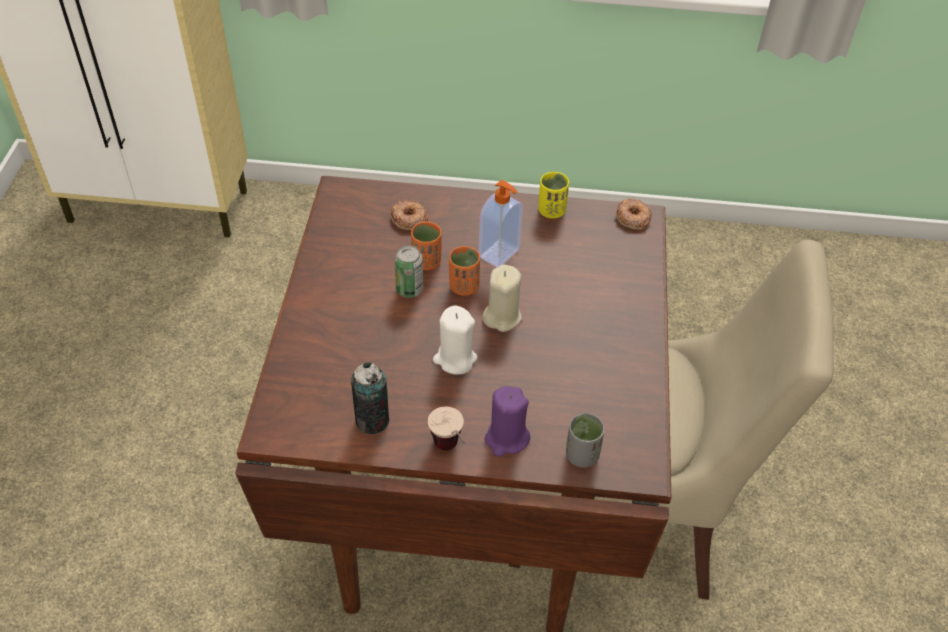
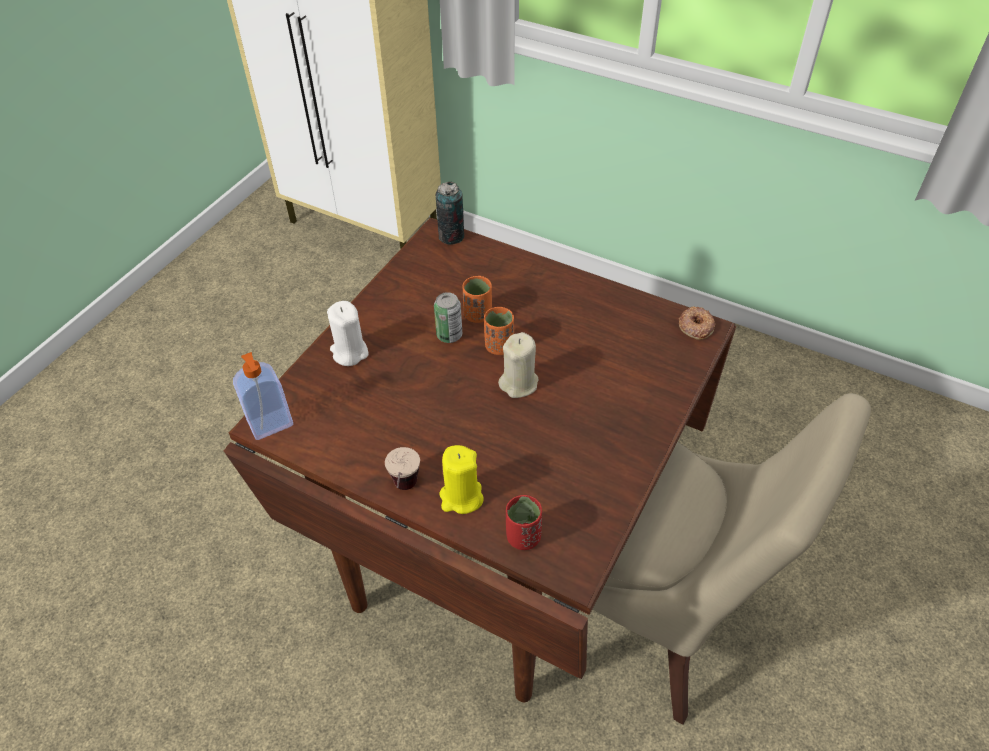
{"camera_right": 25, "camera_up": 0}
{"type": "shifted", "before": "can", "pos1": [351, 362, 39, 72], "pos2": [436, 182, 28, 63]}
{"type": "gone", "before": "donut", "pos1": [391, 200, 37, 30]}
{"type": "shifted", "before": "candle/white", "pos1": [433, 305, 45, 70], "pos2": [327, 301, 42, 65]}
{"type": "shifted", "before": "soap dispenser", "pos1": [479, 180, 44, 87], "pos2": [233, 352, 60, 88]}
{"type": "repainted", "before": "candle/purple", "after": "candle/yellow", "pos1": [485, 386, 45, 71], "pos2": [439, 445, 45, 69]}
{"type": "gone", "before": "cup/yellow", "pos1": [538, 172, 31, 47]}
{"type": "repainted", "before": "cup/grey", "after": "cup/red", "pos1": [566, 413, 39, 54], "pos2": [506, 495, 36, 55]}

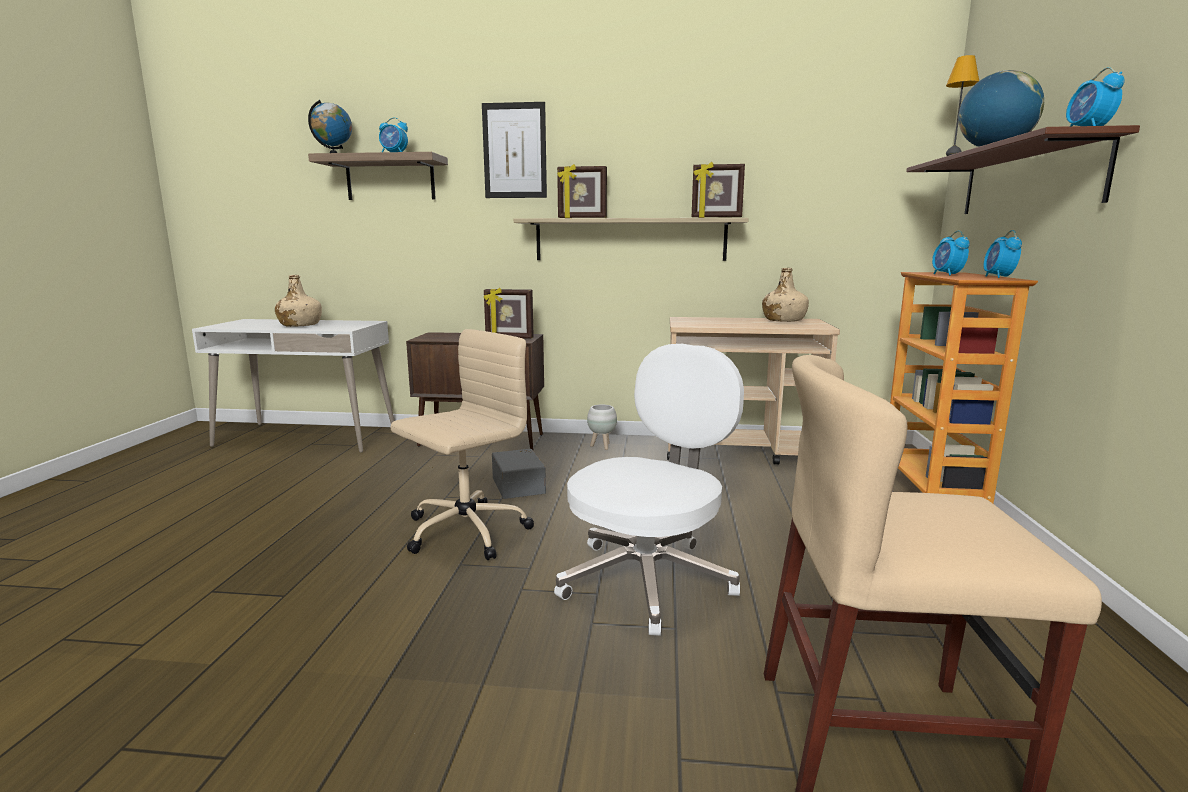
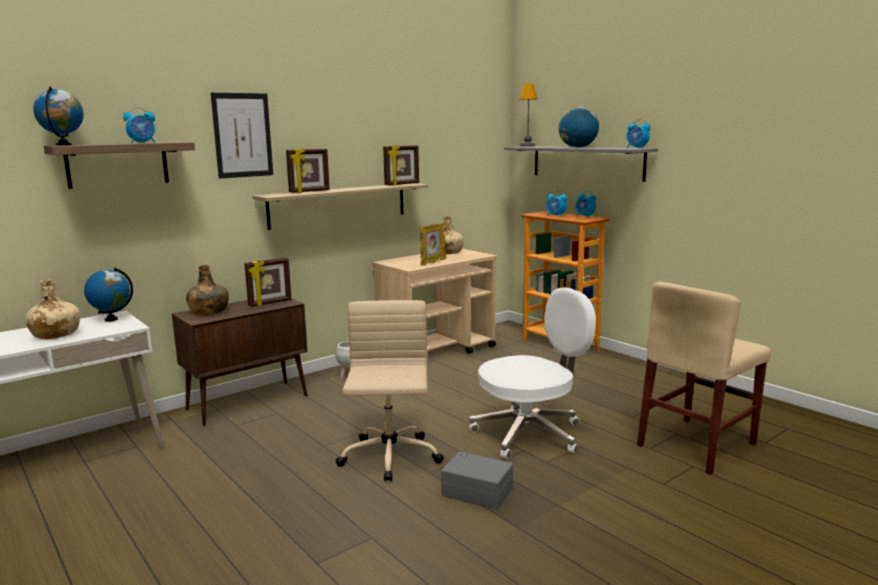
{"camera_right": -45, "camera_up": 0}
{"type": "shifted", "before": "storage box/grey", "pos1": [492, 449, 54, 50], "pos2": [441, 452, 72, 58]}
{"type": "rotated", "before": "office chair/white", "pos1": [554, 344, 190, 292], "pos2": [469, 288, 127, 171], "turn": 75}
{"type": "repainted", "before": "shelf/brown", "after": "shelf/grey", "pos1": [906, 125, 234, 89], "pos2": [504, 146, 154, 36]}
{"type": "new", "after": "globe", "pos2": [84, 268, 49, 54]}
{"type": "new", "after": "bottle/green", "pos2": [186, 265, 43, 50]}
{"type": "new", "after": "picture frame", "pos2": [420, 222, 26, 44]}

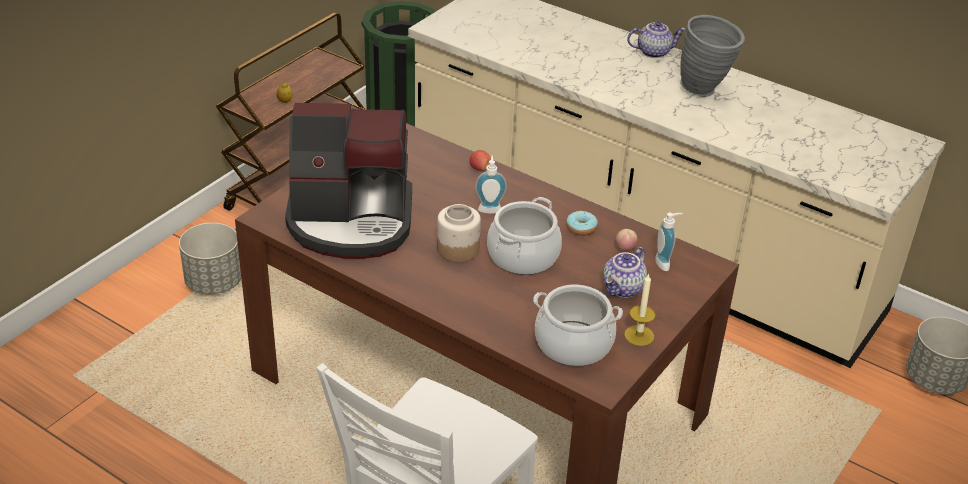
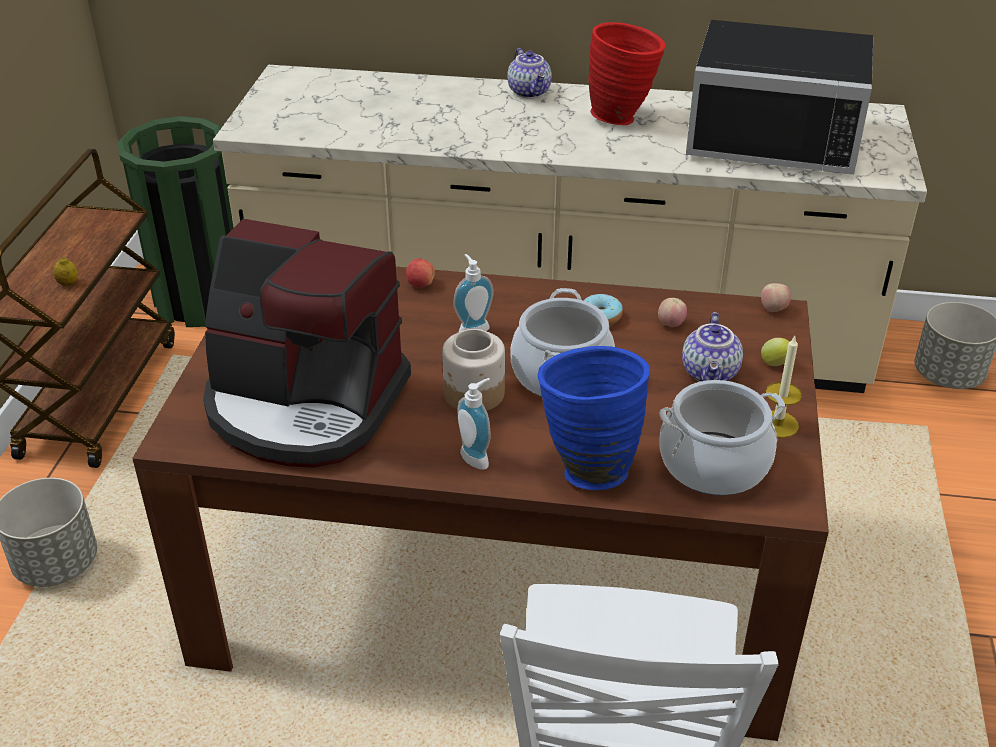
{"camera_right": -25, "camera_up": 0}
{"type": "rotated", "before": "coffee machine", "pos1": [285, 103, 127, 156], "pos2": [203, 219, 208, 249], "turn": 45}
{"type": "rotated", "before": "teapot", "pos1": [627, 21, 59, 37], "pos2": [507, 48, 45, 50], "turn": 105}
{"type": "shifted", "before": "soap dispenser", "pos1": [655, 213, 28, 58], "pos2": [457, 378, 34, 92]}
{"type": "repainted", "before": "vase/grey", "after": "vase/red", "pos1": [680, 15, 65, 82], "pos2": [588, 22, 77, 103]}
{"type": "new", "after": "vase/blue", "pos2": [538, 346, 112, 144]}
{"type": "new", "after": "microwave/black", "pos2": [686, 20, 187, 155]}
{"type": "new", "after": "apple", "pos2": [761, 283, 30, 29]}
{"type": "new", "after": "lemon", "pos2": [761, 338, 28, 28]}

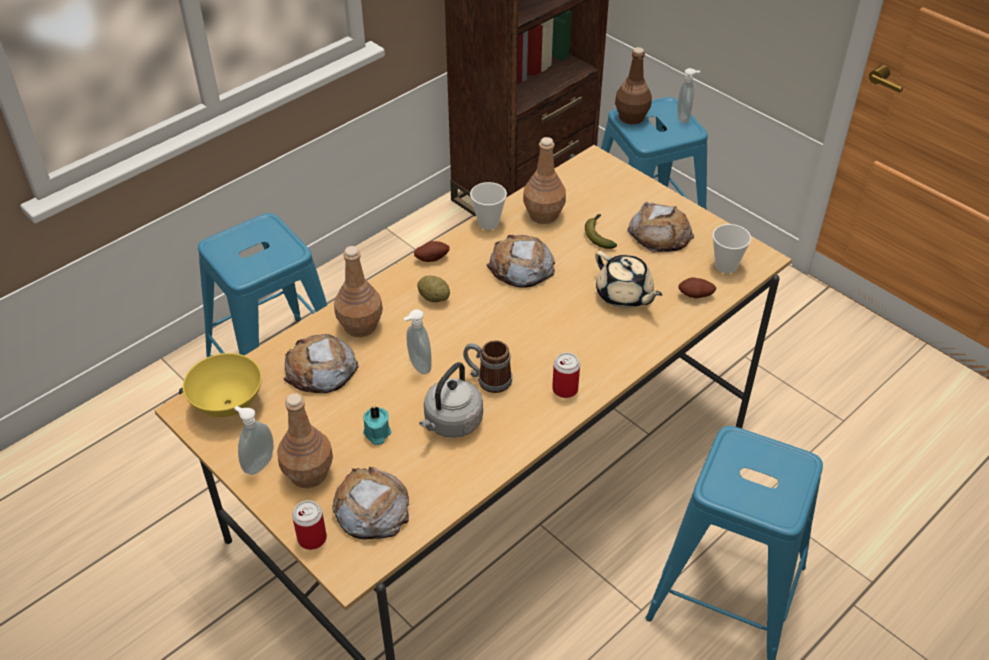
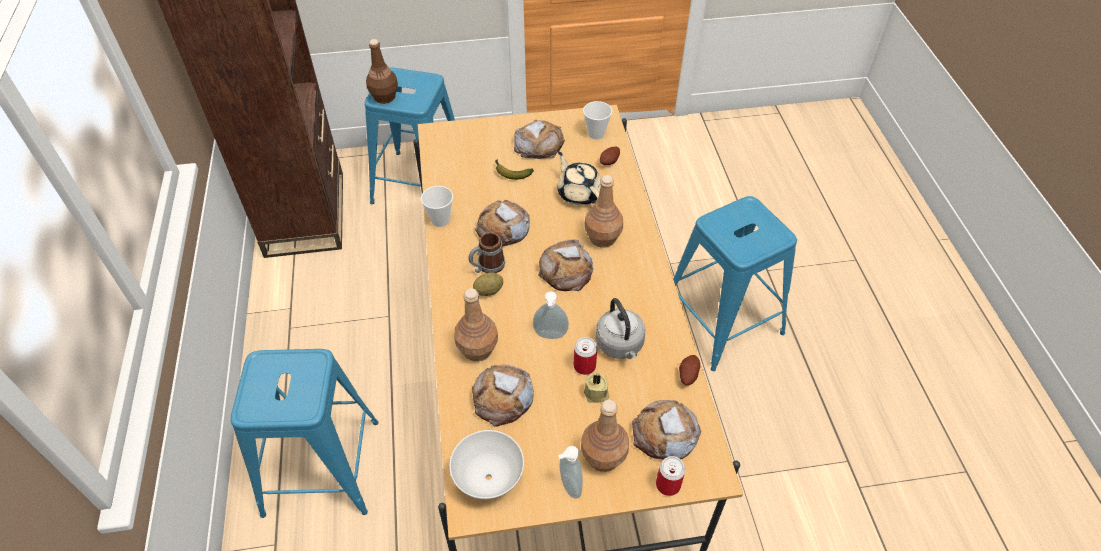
{"camera_right": -55, "camera_up": 5}
{"type": "repainted", "before": "bowl/yellow", "after": "bowl/white", "pos1": [183, 353, 79, 64], "pos2": [449, 430, 75, 70]}
{"type": "repainted", "before": "candle/turquoise", "after": "candle/beige", "pos1": [363, 406, 28, 39], "pos2": [584, 373, 26, 30]}
{"type": "shifted", "before": "potato", "pos1": [414, 241, 36, 21], "pos2": [679, 355, 21, 31]}
{"type": "shifted", "before": "mug", "pos1": [463, 340, 49, 53], "pos2": [468, 232, 37, 41]}
{"type": "shifted", "before": "bottle/brown", "pos1": [523, 137, 43, 87], "pos2": [584, 175, 39, 73]}
{"type": "shifted", "before": "can", "pos1": [552, 353, 28, 45], "pos2": [574, 337, 23, 38]}
{"type": "rotated", "before": "teapot/beige", "pos1": [595, 251, 67, 57], "pos2": [557, 152, 44, 53], "turn": -120}
{"type": "gone", "before": "soap dispenser", "pos1": [678, 68, 22, 55]}
{"type": "new", "after": "bread", "pos2": [538, 239, 55, 52]}

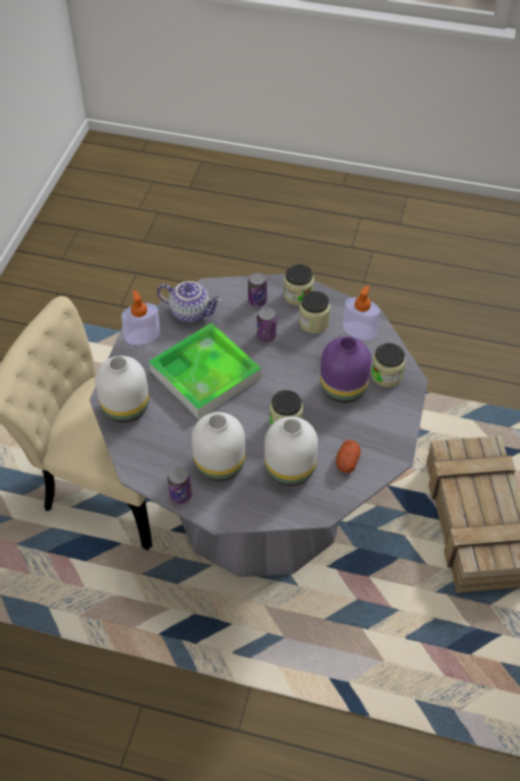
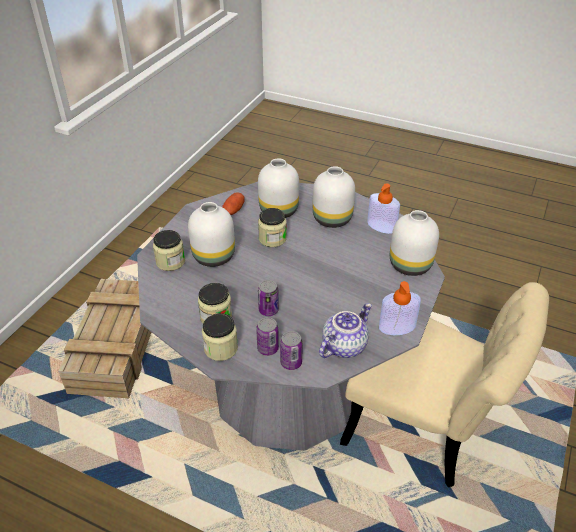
{"camera_right": -170, "camera_up": -10}
{"type": "gone", "before": "tray", "pos1": [149, 323, 112, 96]}
{"type": "rotated", "before": "teapot", "pos1": [157, 281, 65, 42], "pos2": [319, 303, 53, 55], "turn": 105}
{"type": "shifted", "before": "can", "pos1": [168, 467, 24, 37], "pos2": [280, 331, 23, 39]}
{"type": "repainted", "before": "vase/purple", "after": "vase/white", "pos1": [320, 337, 51, 66], "pos2": [188, 202, 47, 65]}
{"type": "shifted", "before": "soap dispenser", "pos1": [343, 285, 37, 55], "pos2": [367, 183, 33, 51]}

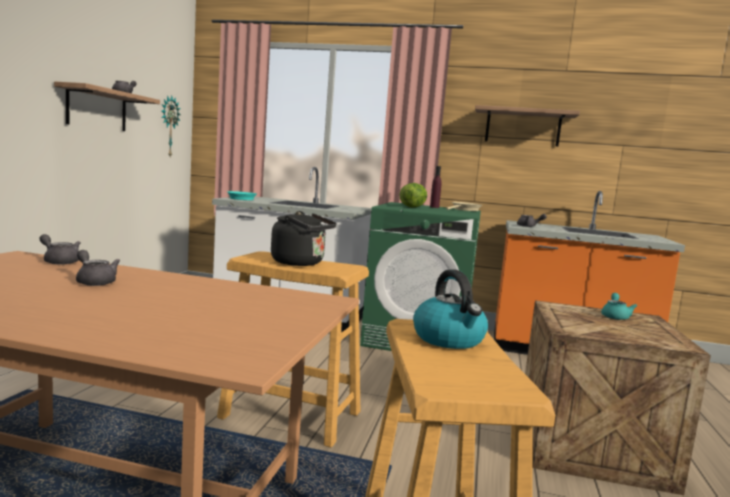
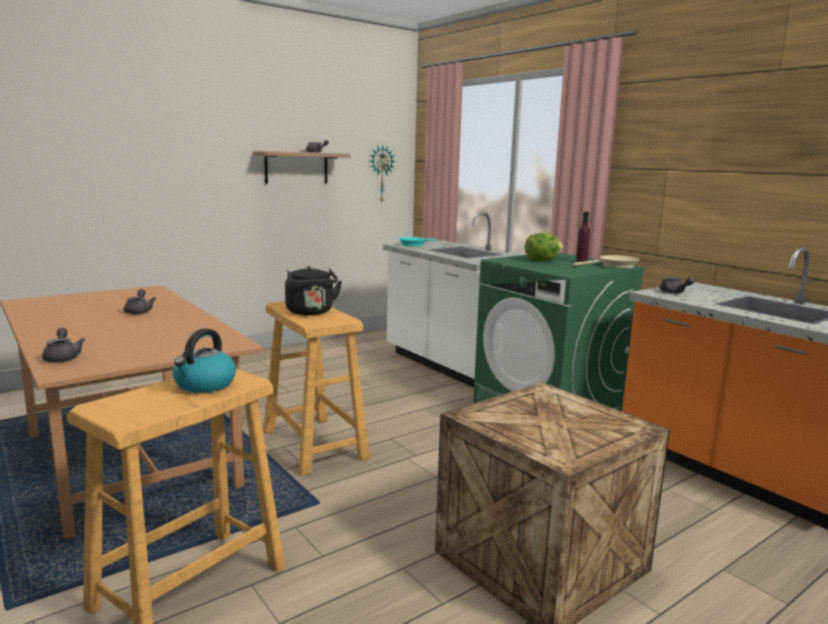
{"camera_right": 40, "camera_up": 5}
{"type": "shifted", "before": "teapot/grey", "pos1": [39, 234, 42, 31], "pos2": [42, 328, 44, 35]}
{"type": "gone", "before": "shelf", "pos1": [475, 105, 105, 41]}
{"type": "gone", "before": "teapot/turquoise", "pos1": [601, 293, 36, 27]}

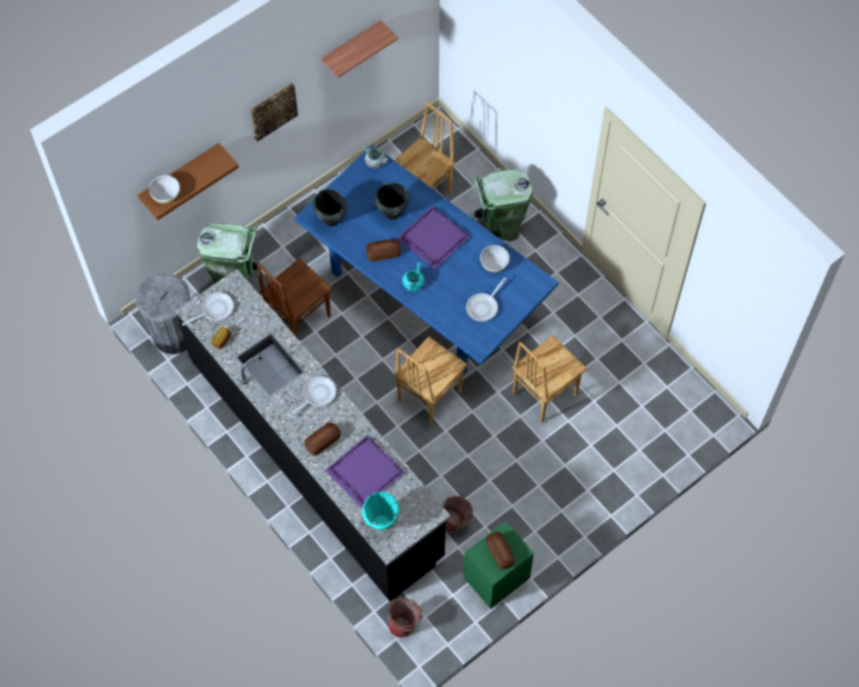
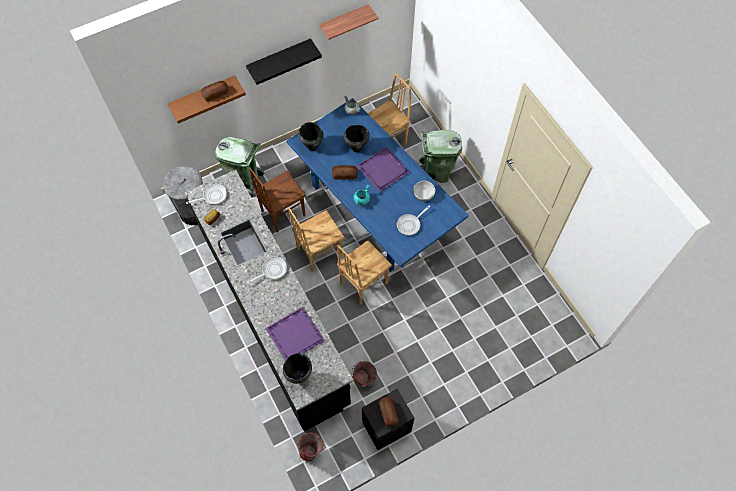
{"camera_right": 10, "camera_up": 0}
{"type": "gone", "before": "bowl/white", "pos1": [149, 175, 31, 29]}
{"type": "swapped", "before": "picture", "after": "shelf/black", "pos1": [250, 83, 48, 58], "pos2": [246, 38, 76, 47]}
{"type": "shifted", "before": "bread", "pos1": [304, 423, 37, 33], "pos2": [201, 81, 28, 21]}
{"type": "repainted", "before": "cooking pot/turquoise", "after": "cooking pot/black", "pos1": [362, 491, 37, 39], "pos2": [283, 353, 29, 31]}
{"type": "repainted", "before": "nightstand/green", "after": "nightstand/black", "pos1": [463, 521, 71, 88], "pos2": [362, 389, 52, 61]}
{"type": "shifted", "before": "chair/brown", "pos1": [512, 335, 75, 88], "pos2": [288, 208, 57, 64]}

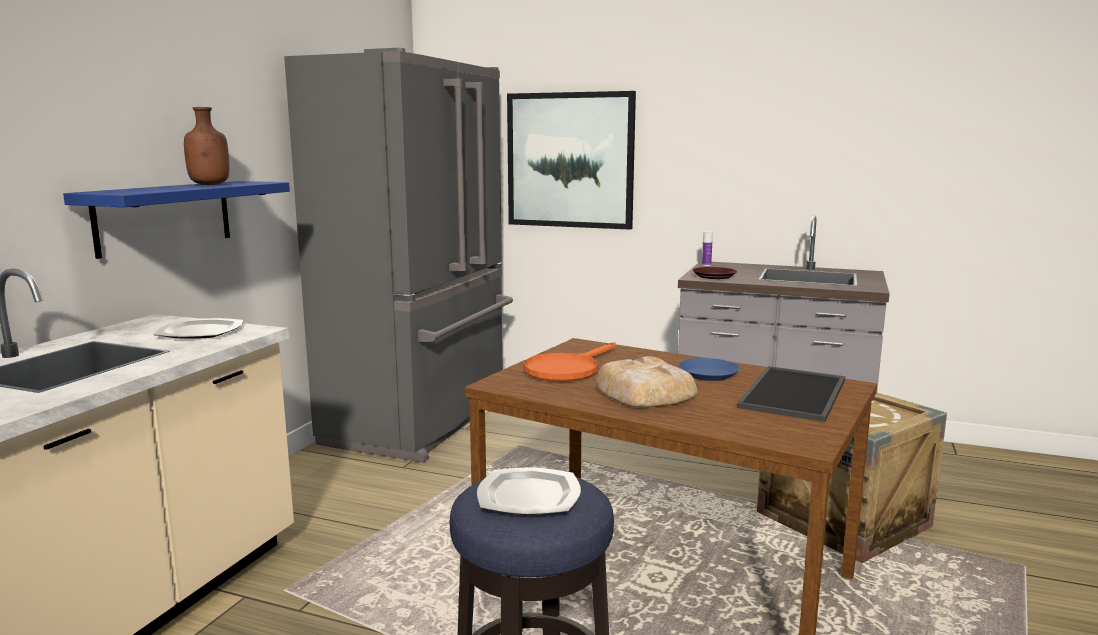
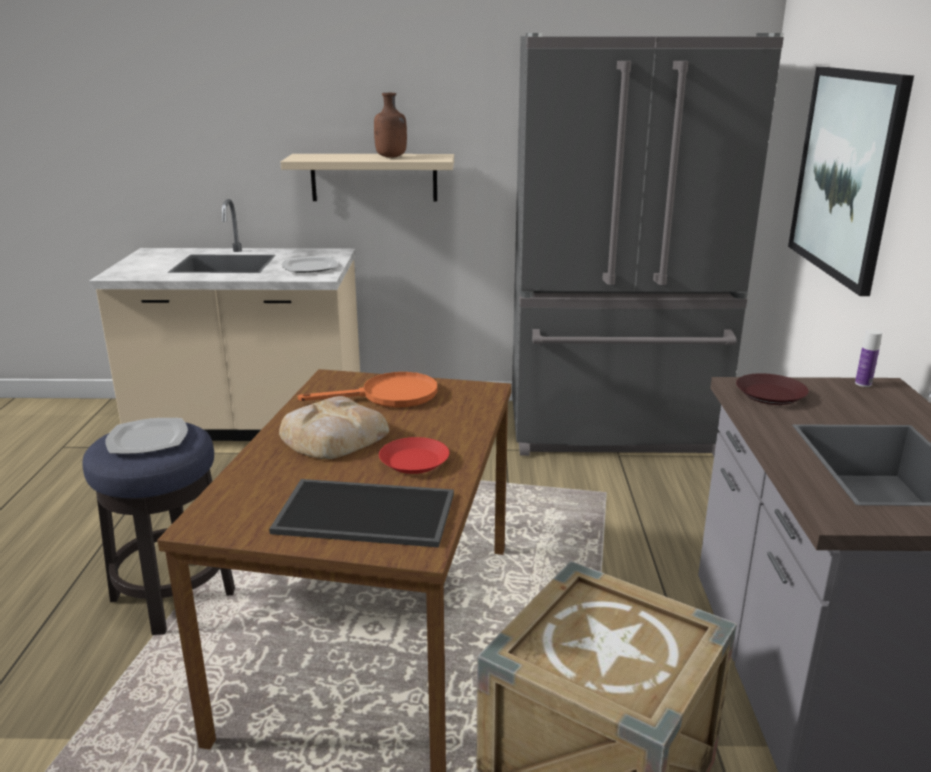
{"camera_right": 70, "camera_up": 10}
{"type": "repainted", "before": "shelf/blue", "after": "shelf/beige", "pos1": [63, 181, 227, 78], "pos2": [281, 154, 173, 47]}
{"type": "rotated", "before": "frying pan/orange", "pos1": [524, 342, 92, 40], "pos2": [298, 372, 139, 36], "turn": 150}
{"type": "repainted", "before": "plate/blue", "after": "plate/red", "pos1": [678, 358, 62, 23], "pos2": [379, 437, 70, 37]}

